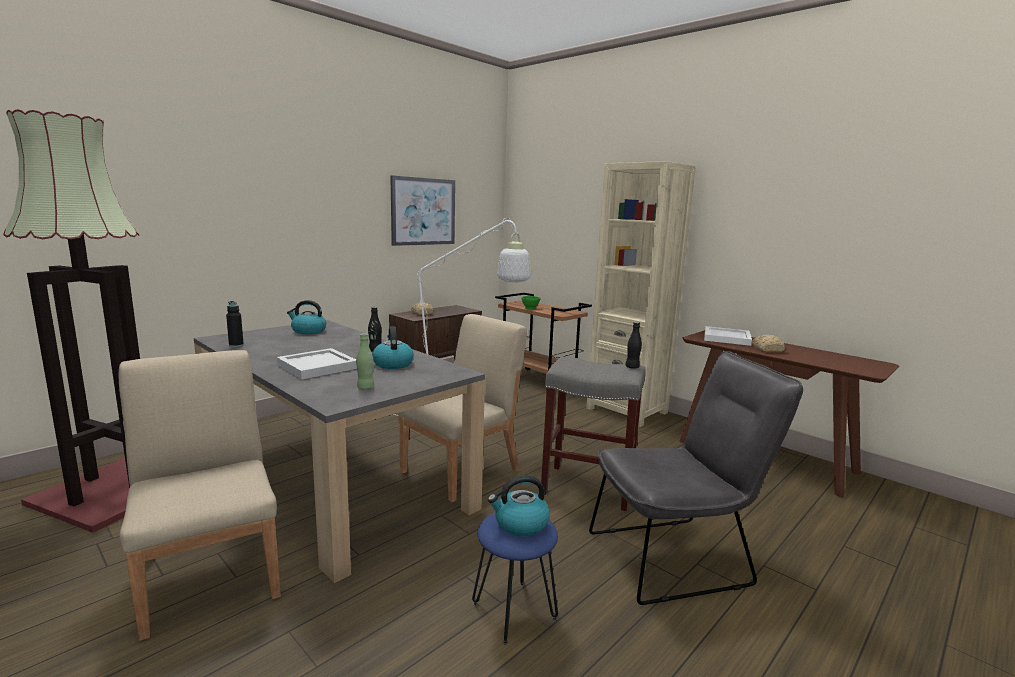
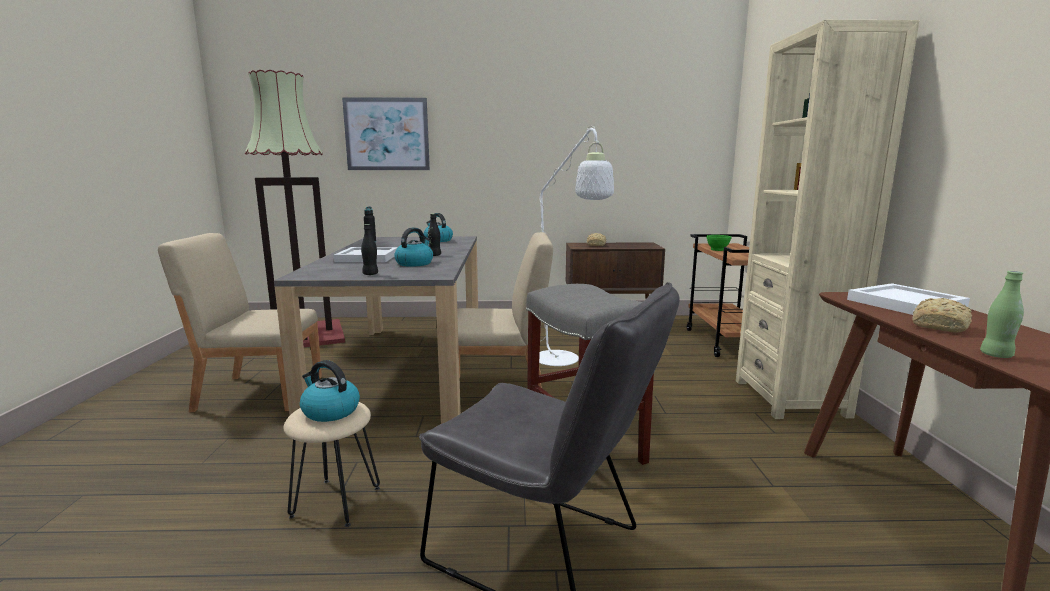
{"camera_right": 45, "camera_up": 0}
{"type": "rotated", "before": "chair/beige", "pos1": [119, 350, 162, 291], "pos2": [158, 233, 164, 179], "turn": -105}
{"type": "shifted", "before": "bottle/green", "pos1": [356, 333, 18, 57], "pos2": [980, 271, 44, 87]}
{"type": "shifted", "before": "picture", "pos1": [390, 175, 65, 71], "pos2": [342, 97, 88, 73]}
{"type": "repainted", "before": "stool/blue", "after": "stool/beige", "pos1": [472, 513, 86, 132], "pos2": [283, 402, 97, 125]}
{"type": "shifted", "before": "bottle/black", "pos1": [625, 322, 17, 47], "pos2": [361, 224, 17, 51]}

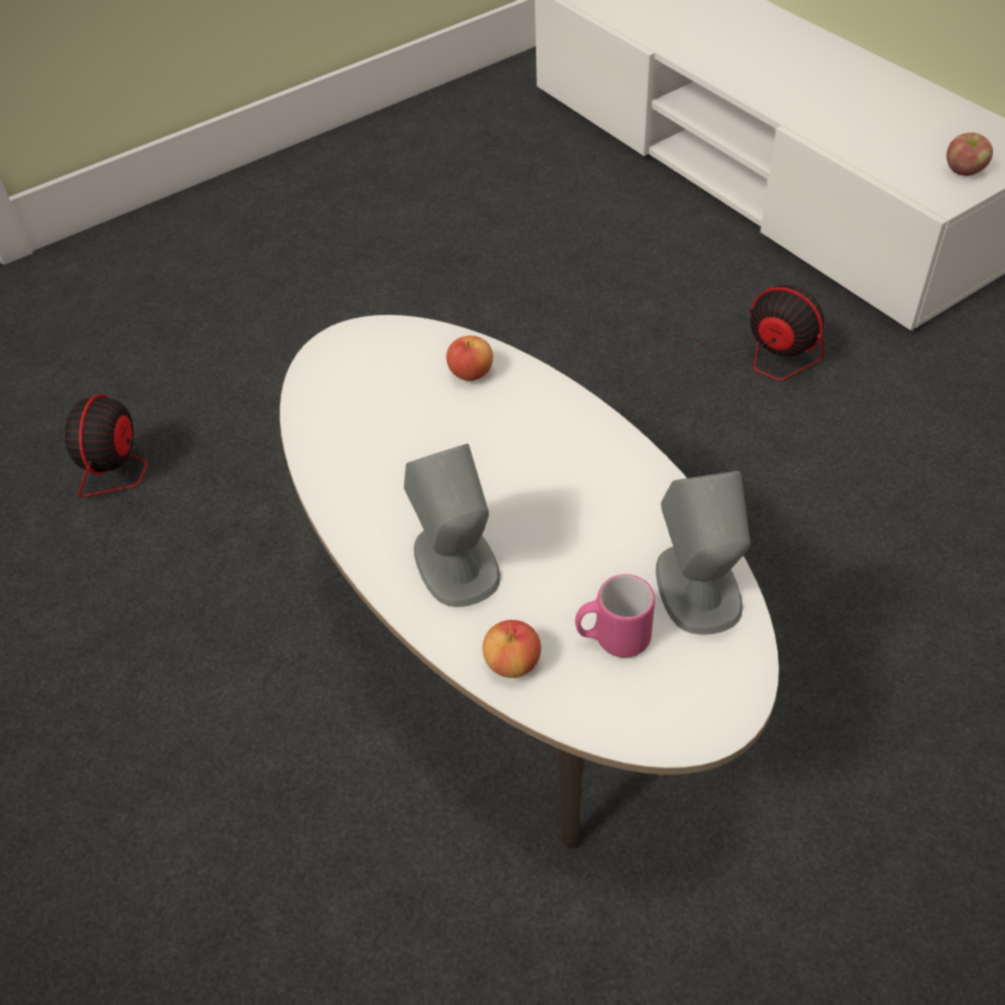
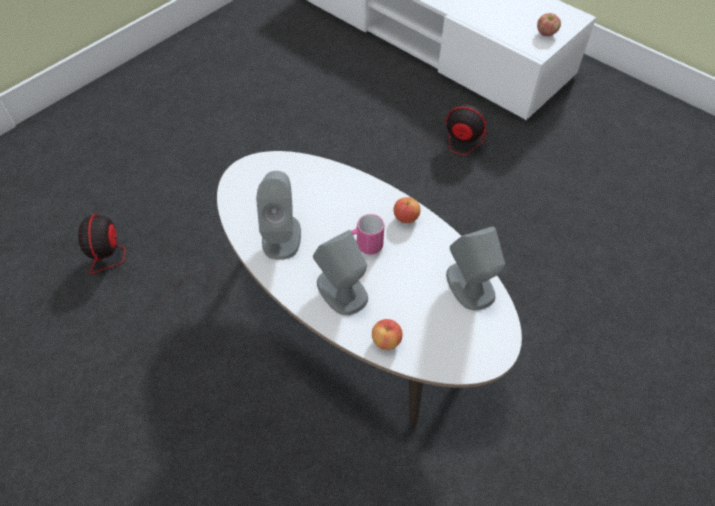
{"camera_right": -15, "camera_up": 5}
{"type": "shifted", "before": "apple", "pos1": [446, 336, 47, 45], "pos2": [394, 197, 27, 26]}
{"type": "shifted", "before": "mug/pink", "pos1": [575, 574, 80, 84], "pos2": [352, 214, 32, 40]}
{"type": "new", "after": "speaker/grey", "pos2": [256, 171, 45, 89]}

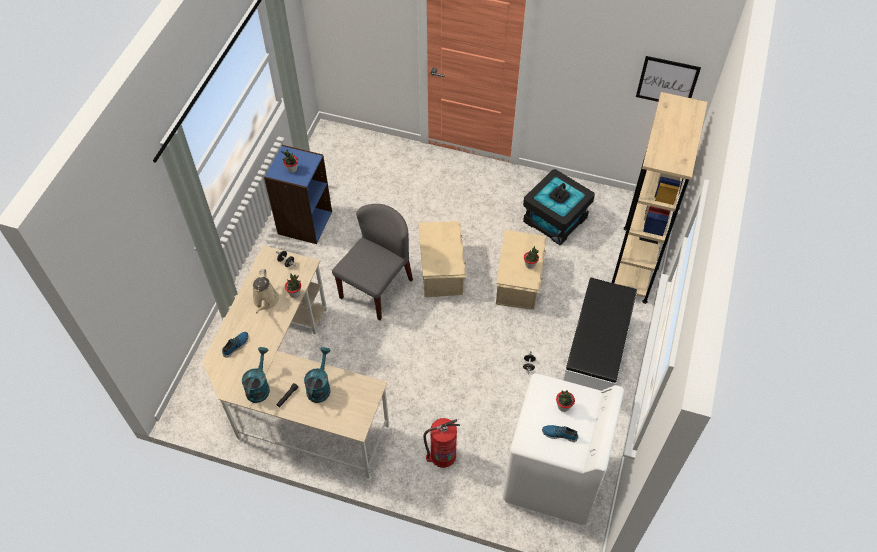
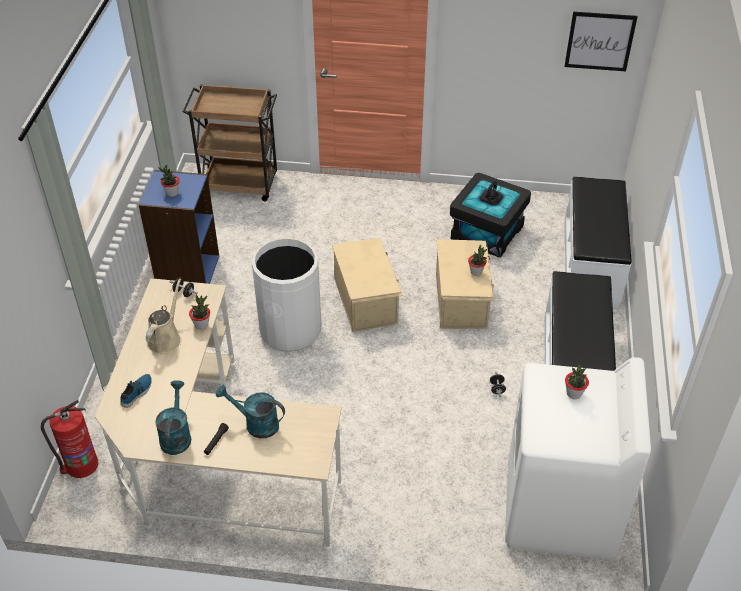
{"camera_right": -10, "camera_up": -10}
{"type": "rotated", "before": "watering can/beige", "pos1": [252, 269, 27, 44], "pos2": [146, 279, 35, 75], "turn": -150}
{"type": "rotated", "before": "watering can/turquoise", "pos1": [304, 347, 27, 56], "pos2": [216, 385, 69, 53], "turn": -75}
{"type": "swapped", "before": "chair/grey", "after": "trash can/white", "pos1": [332, 204, 81, 116], "pos2": [252, 239, 70, 113]}
{"type": "shifted", "before": "fire extinguisher", "pos1": [423, 418, 37, 50], "pos2": [41, 400, 58, 78]}
{"type": "gone", "before": "shoe", "pos1": [542, 425, 36, 17]}
{"type": "swapped", "before": "bookcase/beige", "after": "bench/white", "pos1": [612, 92, 95, 212], "pos2": [564, 177, 68, 133]}
{"type": "new", "after": "cart/brown", "pos2": [183, 84, 94, 117]}

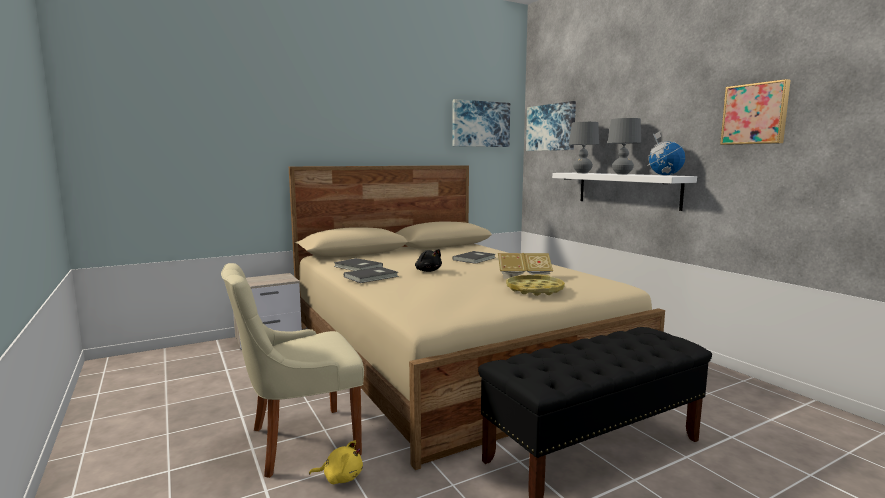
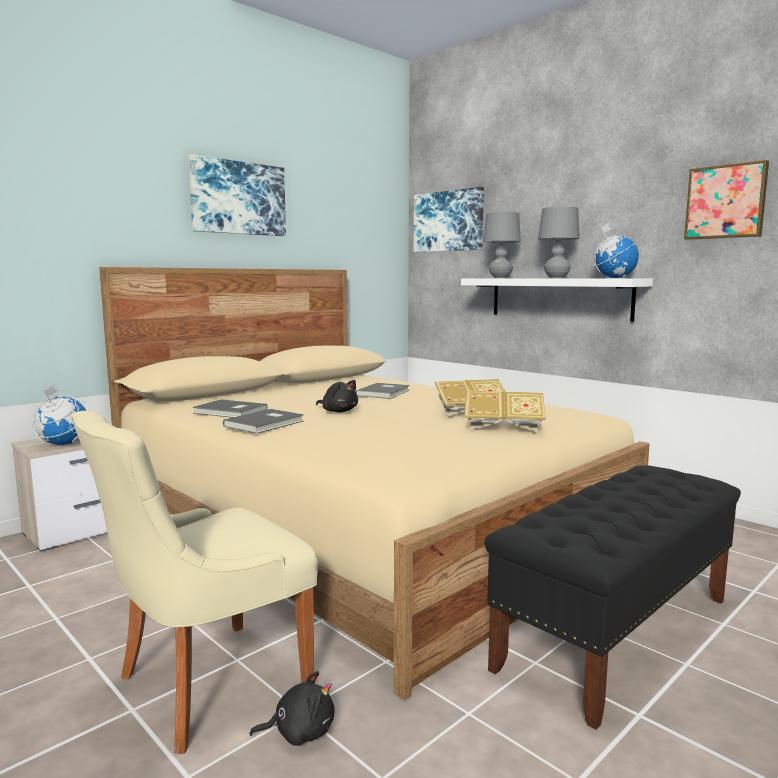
{"camera_right": -15, "camera_up": 0}
{"type": "repainted", "before": "plush toy/yellow", "after": "plush toy/black", "pos1": [309, 440, 54, 44], "pos2": [249, 671, 85, 75]}
{"type": "shifted", "before": "picture", "pos1": [452, 99, 58, 48], "pos2": [188, 154, 98, 82]}
{"type": "swapped", "before": "tray/yellow", "after": "book", "pos1": [506, 274, 59, 22], "pos2": [464, 391, 82, 41]}
{"type": "new", "after": "globe", "pos2": [31, 384, 57, 61]}

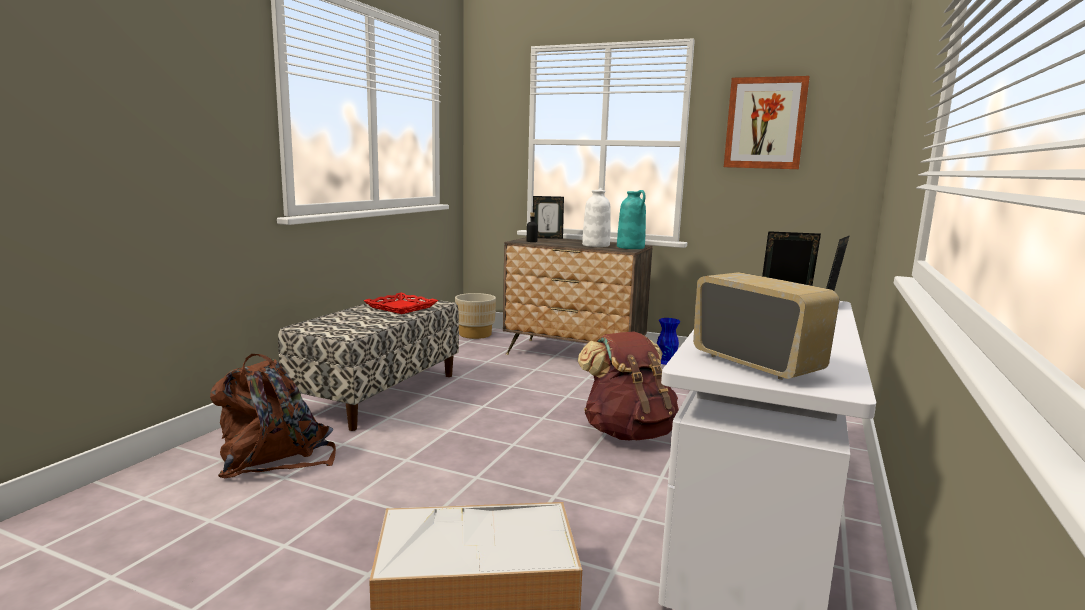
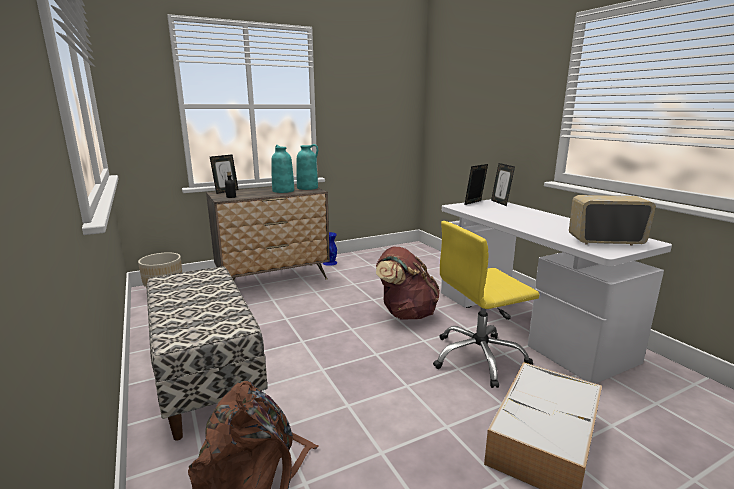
{"camera_right": -50, "camera_up": 5}
{"type": "gone", "before": "tray/red", "pos1": [364, 293, 74, 21]}
{"type": "repainted", "before": "vase/white", "after": "vase/turquoise", "pos1": [582, 188, 29, 59], "pos2": [271, 145, 23, 48]}
{"type": "gone", "before": "picture", "pos1": [724, 76, 86, 93]}
{"type": "new", "after": "office chair/yellow", "pos2": [433, 221, 107, 167]}

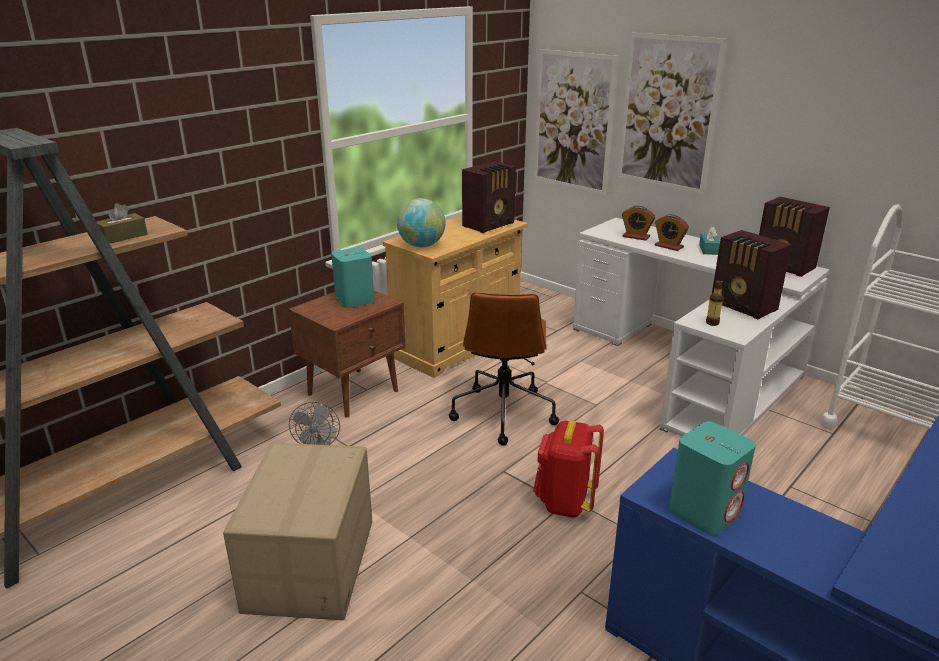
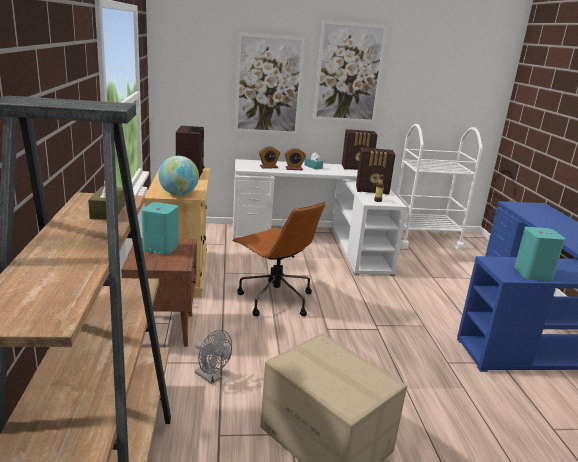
{"camera_right": -50, "camera_up": -5}
{"type": "gone", "before": "backpack/red", "pos1": [533, 420, 71, 98]}
{"type": "shifted", "before": "picture", "pos1": [534, 49, 84, 146], "pos2": [313, 20, 74, 103]}

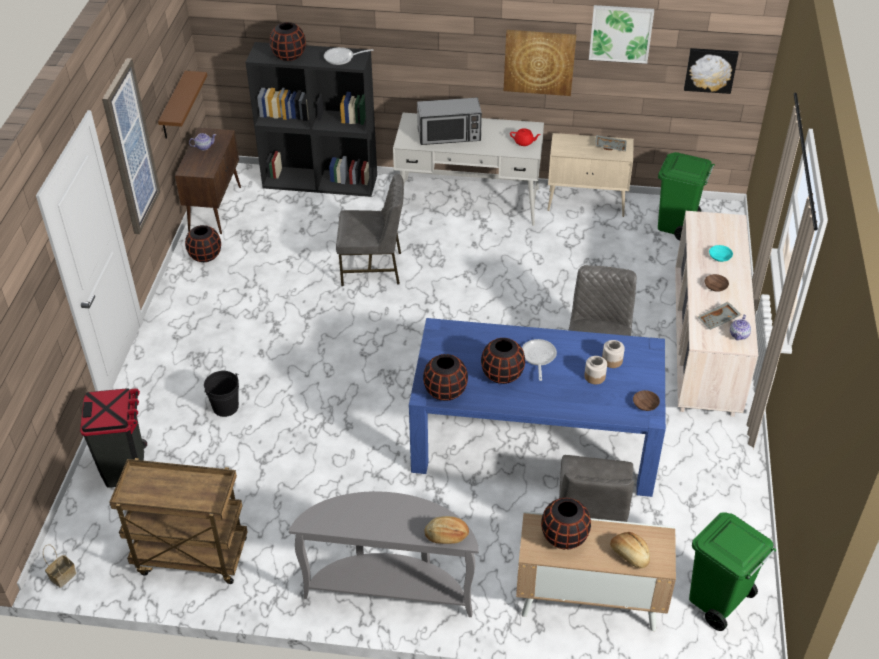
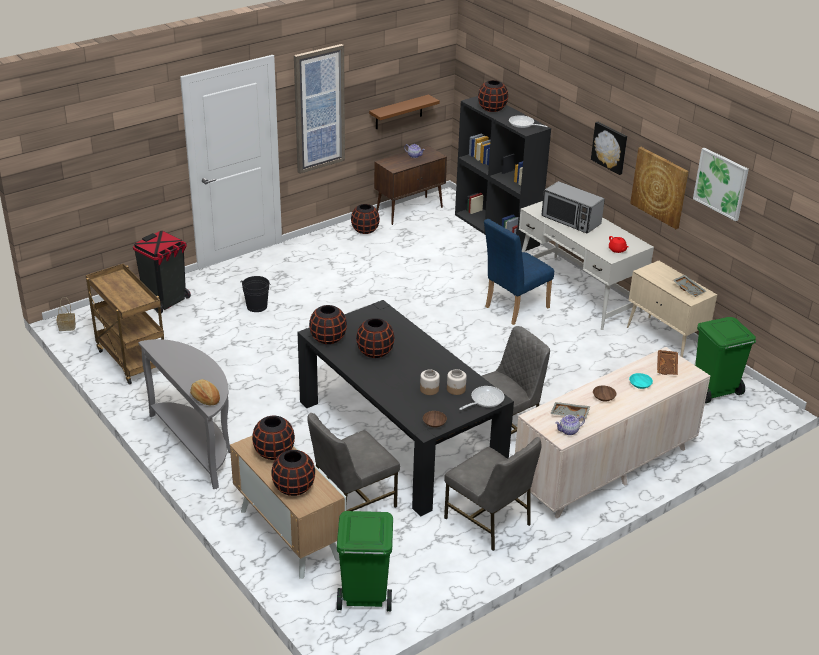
{"camera_right": 45, "camera_up": -10}
{"type": "shifted", "before": "chair/grey", "pos1": [336, 174, 68, 112], "pos2": [444, 437, 98, 114]}
{"type": "repainted", "before": "dining table/blue", "after": "dining table/black", "pos1": [409, 318, 257, 179], "pos2": [297, 300, 217, 217]}
{"type": "shifted", "before": "frying pan", "pos1": [522, 339, 35, 42], "pos2": [459, 386, 45, 24]}
{"type": "swapped", "before": "bread", "after": "vase/black", "pos1": [610, 532, 40, 36], "pos2": [271, 450, 44, 46]}
{"type": "shifted", "before": "picture", "pos1": [684, 48, 54, 46], "pos2": [591, 122, 36, 53]}
{"type": "new", "after": "chair/blue", "pos2": [484, 219, 70, 106]}
{"type": "new", "after": "tray/brown", "pos2": [657, 350, 21, 25]}

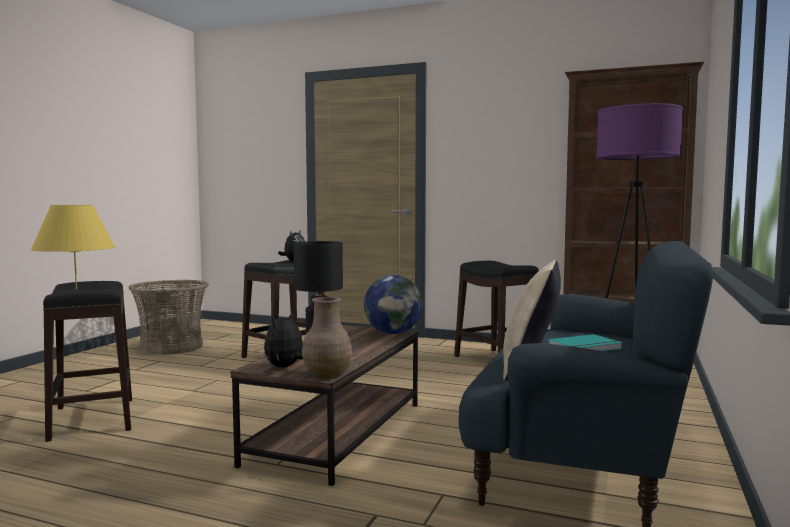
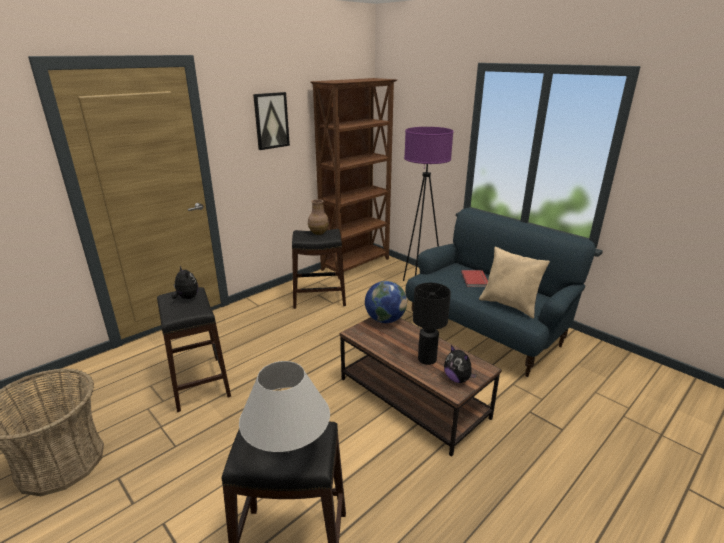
{"camera_right": -65, "camera_up": 20}
{"type": "repainted", "before": "table lamp/yellow", "after": "table lamp/white", "pos1": [31, 205, 84, 84], "pos2": [239, 361, 91, 92]}
{"type": "shifted", "before": "vase/brown", "pos1": [302, 297, 50, 82], "pos2": [308, 199, 21, 36]}
{"type": "repainted", "before": "book/turquoise", "after": "book/red", "pos1": [548, 334, 75, 17], "pos2": [461, 270, 27, 17]}
{"type": "new", "after": "picture", "pos2": [253, 92, 37, 58]}

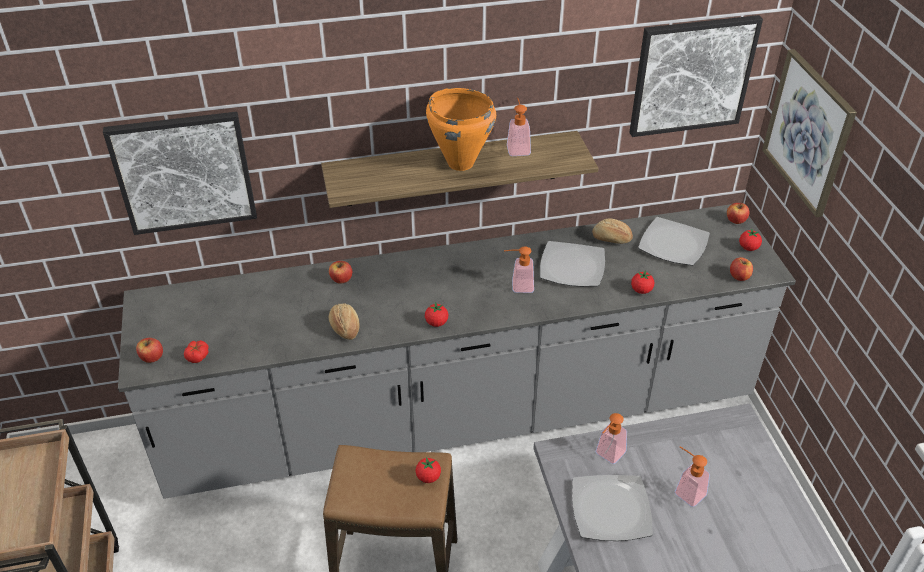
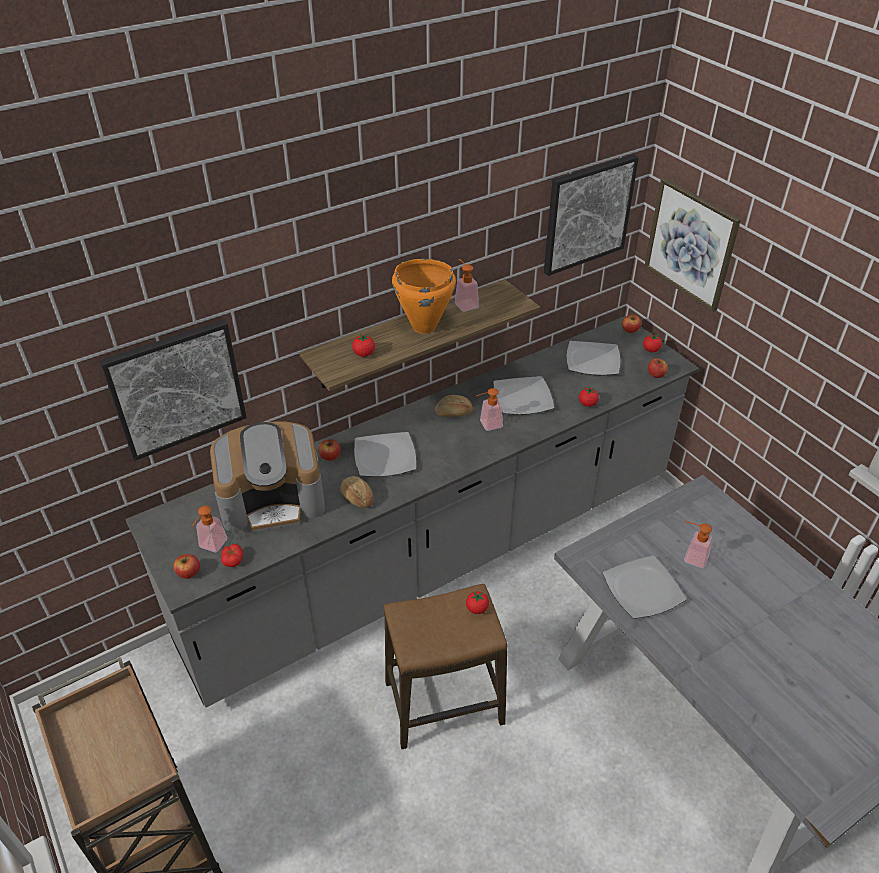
{"camera_right": -20, "camera_up": 0}
{"type": "shifted", "before": "tomato", "pos1": [425, 302, 23, 25], "pos2": [352, 334, 23, 23]}
{"type": "shifted", "before": "bread", "pos1": [592, 219, 41, 25], "pos2": [435, 395, 38, 22]}
{"type": "shifted", "before": "soap dispenser", "pos1": [596, 413, 31, 51], "pos2": [192, 506, 35, 47]}
{"type": "new", "after": "coffee machine", "pos2": [210, 421, 115, 111]}
{"type": "new", "after": "plate", "pos2": [354, 432, 62, 45]}

